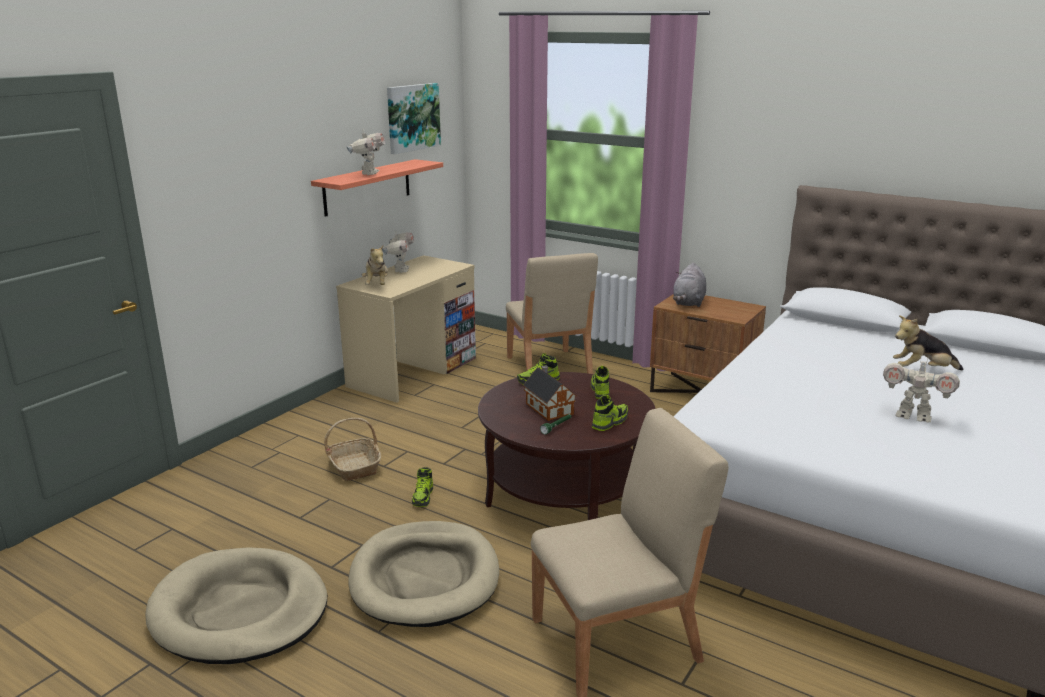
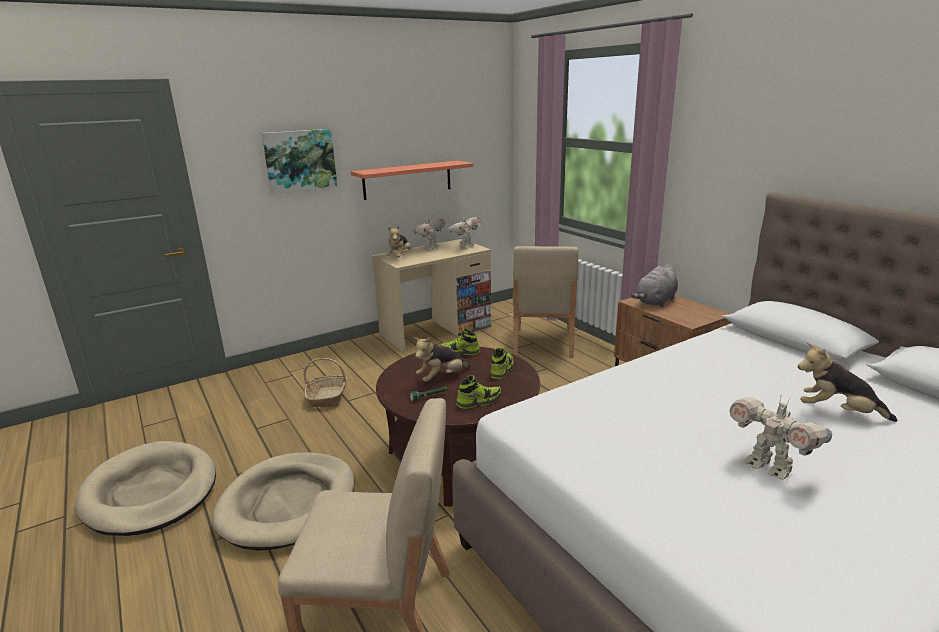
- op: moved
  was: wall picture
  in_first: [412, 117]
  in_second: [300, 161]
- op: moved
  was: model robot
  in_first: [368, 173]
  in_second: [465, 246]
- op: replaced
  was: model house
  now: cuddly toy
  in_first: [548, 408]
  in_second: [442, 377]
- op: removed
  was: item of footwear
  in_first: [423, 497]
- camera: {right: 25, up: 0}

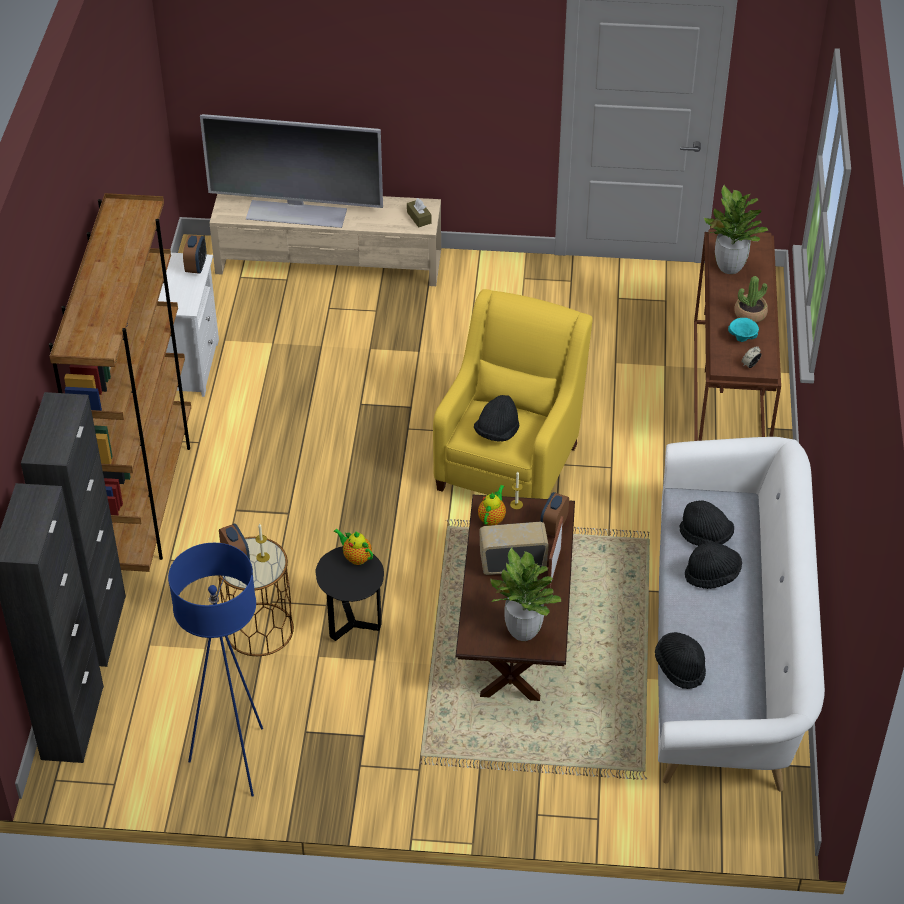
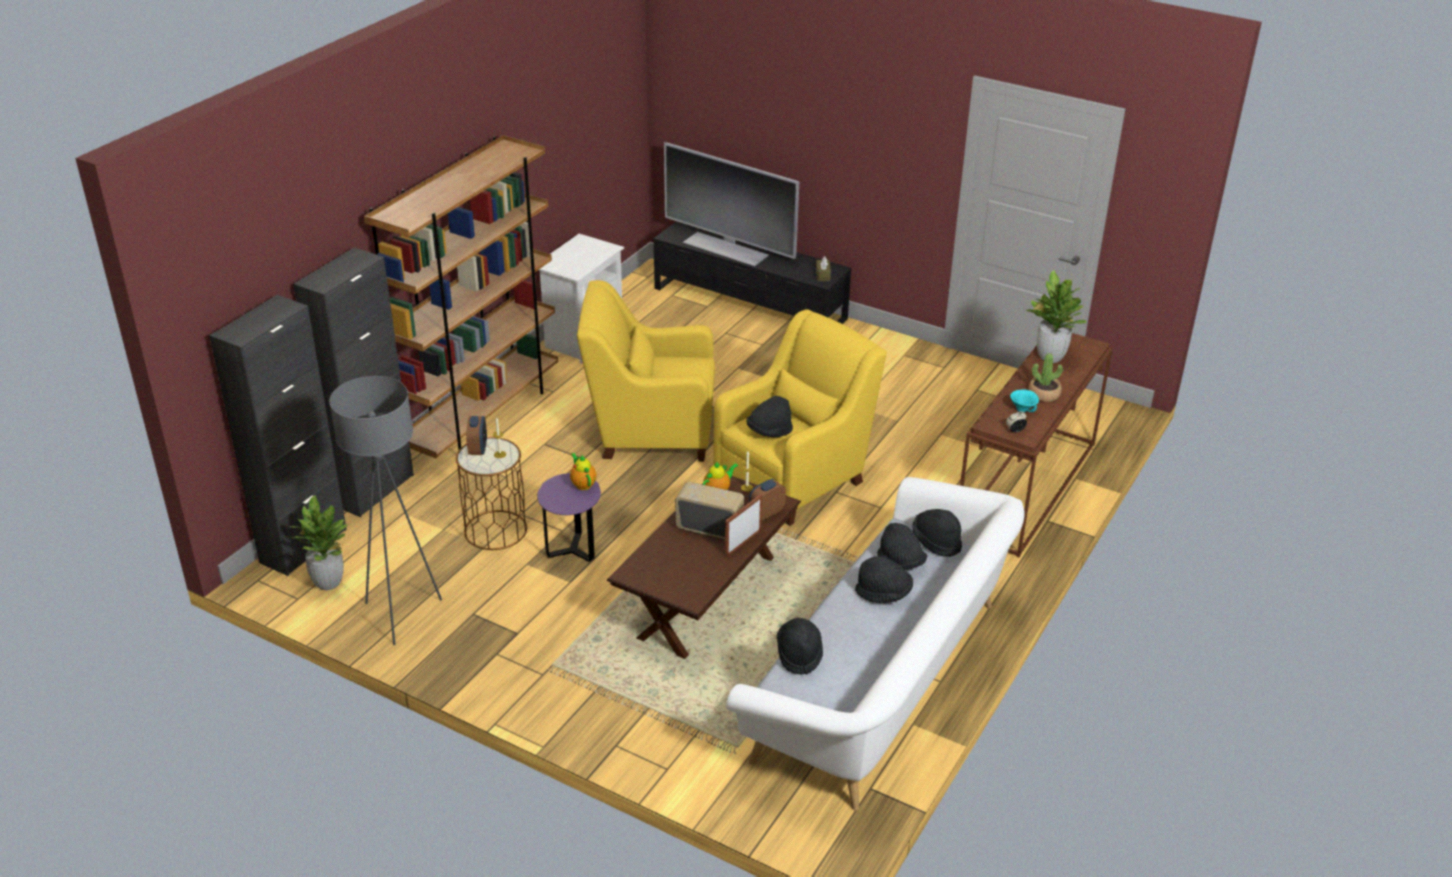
- op: recoloured
  was: beige media console
  now: black-coloured media console
  in_first: [330, 262]
  in_second: [750, 304]
- op: removed
  was: bedside clock
  in_first: [196, 267]
- op: recoloured
  was: blue-coloured standard lamp
  now: greyish standard lamp
  in_first: [235, 760]
  in_second: [402, 615]
- op: recoloured
  was: black-coloured accent table
  now: purplish accent table
  in_first: [352, 624]
  in_second: [572, 550]
- op: moved
  was: plant in a pot
  in_first: [523, 631]
  in_second: [328, 582]
- op: added
  now: yellow armchair
  in_second: [649, 430]
- op: added
  now: black-coloured wearable hat
  in_second: [936, 542]
- camera: {right: 25, up: -10}

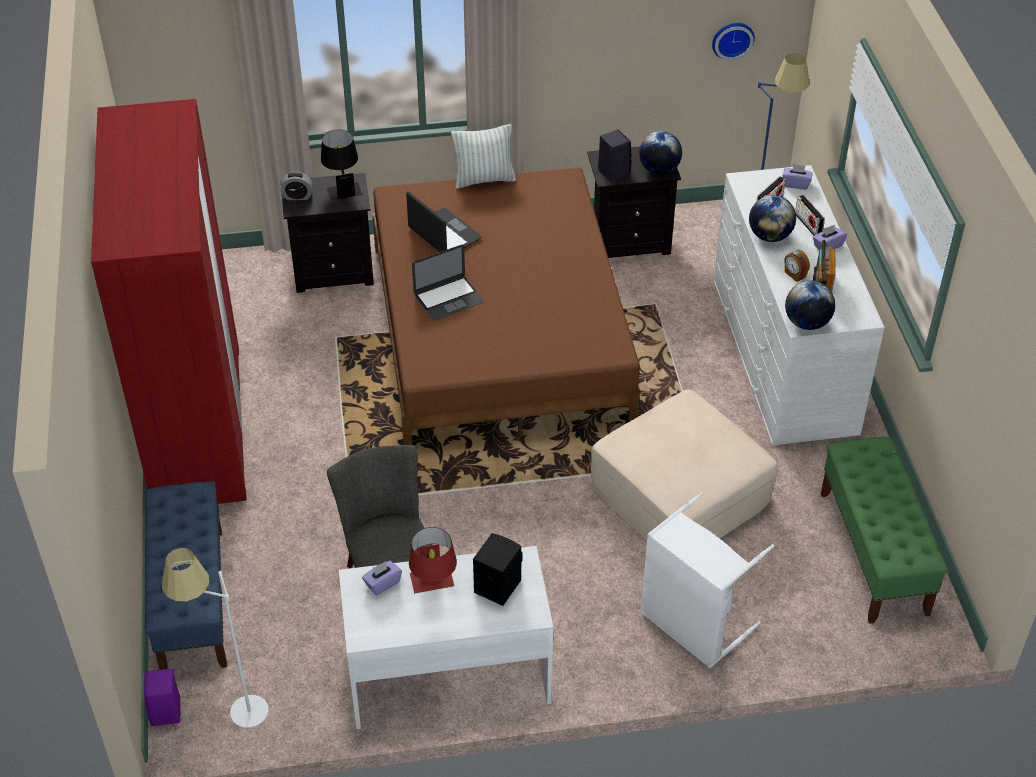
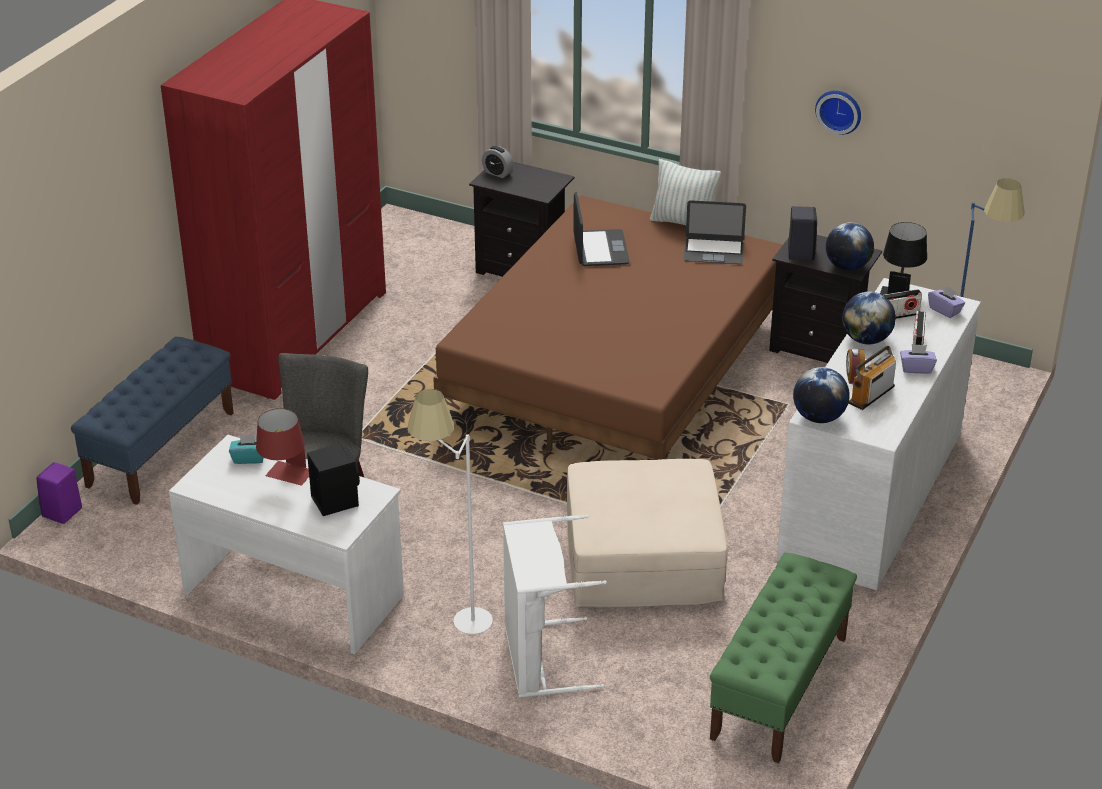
- op: moved
  was: clock on the wall
  in_first: [732, 39]
  in_second: [839, 110]
- op: moved
  was: black-coloured lamp for a table
  in_first: [342, 187]
  in_second: [900, 291]
- op: moved
  was: notebook computer
  in_first: [448, 298]
  in_second: [713, 251]
- op: moved
  was: white-coloured standard lamp
  in_first: [234, 720]
  in_second: [454, 621]
- op: recoloured
  was: purplish tissue box
  now: blue-green tissue box
  in_first: [382, 583]
  in_second: [249, 458]
- camera: {right: 35, up: -10}

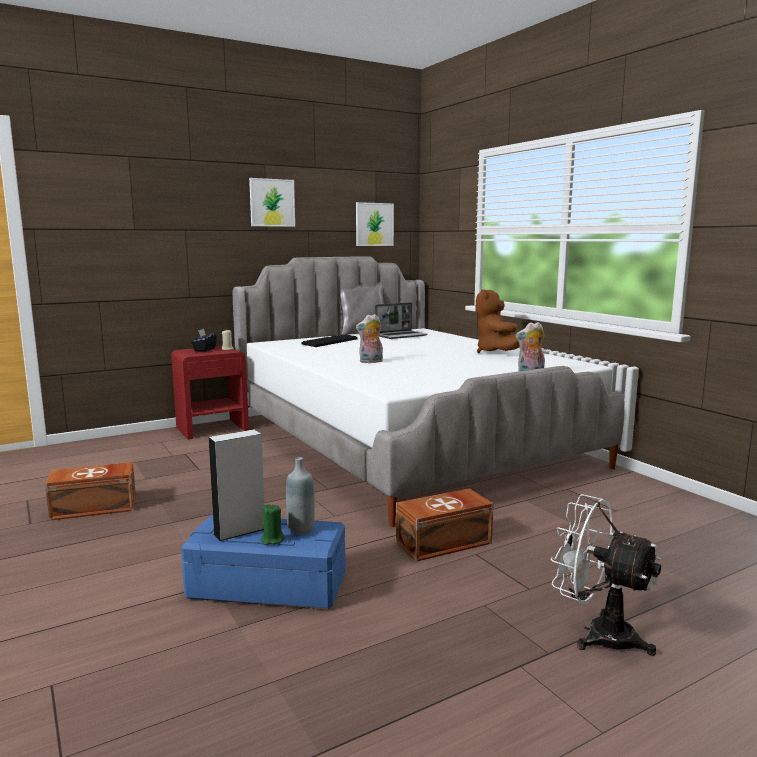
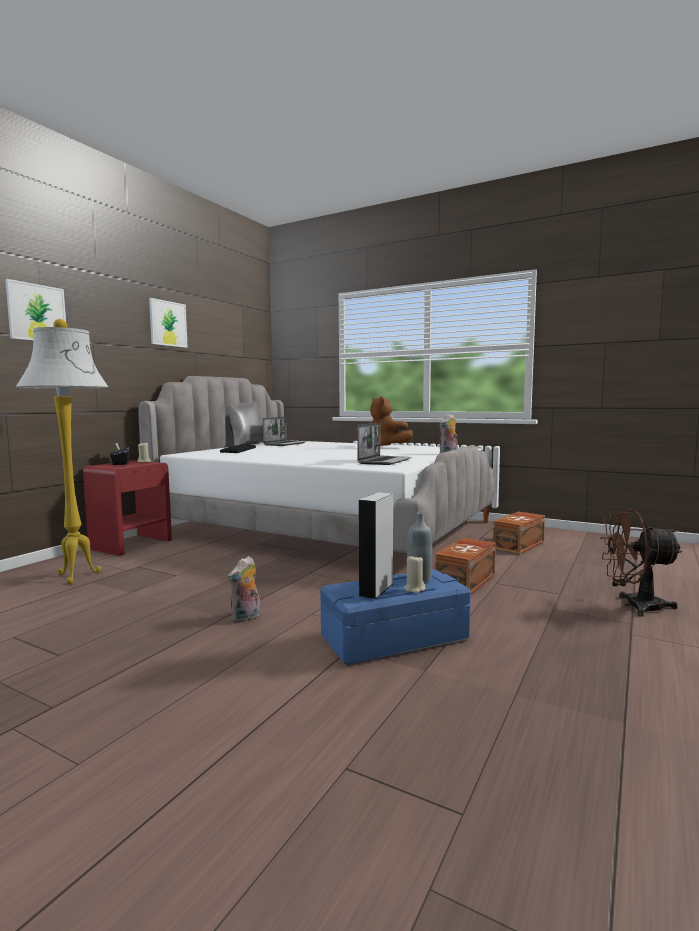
- op: moved
  was: wall picture
  in_first: [374, 224]
  in_second: [37, 313]
- op: moved
  was: cuddly toy
  in_first: [371, 362]
  in_second: [246, 618]
- op: moved
  was: brown-coloured storage bin
  in_first: [95, 508]
  in_second: [519, 545]
- op: recoloured
  was: white-coloured electric fan
  now: brown-coloured electric fan
  in_first: [598, 633]
  in_second: [634, 606]
- op: recoloured
  was: green wax light
  now: beige wax light
  in_first: [272, 540]
  in_second: [414, 589]
- op: added
  now: white-coloured standard lamp
  in_second: [78, 576]
- op: added
  now: notebook computer
  in_second: [384, 461]
- camera: {right: -30, up: -5}

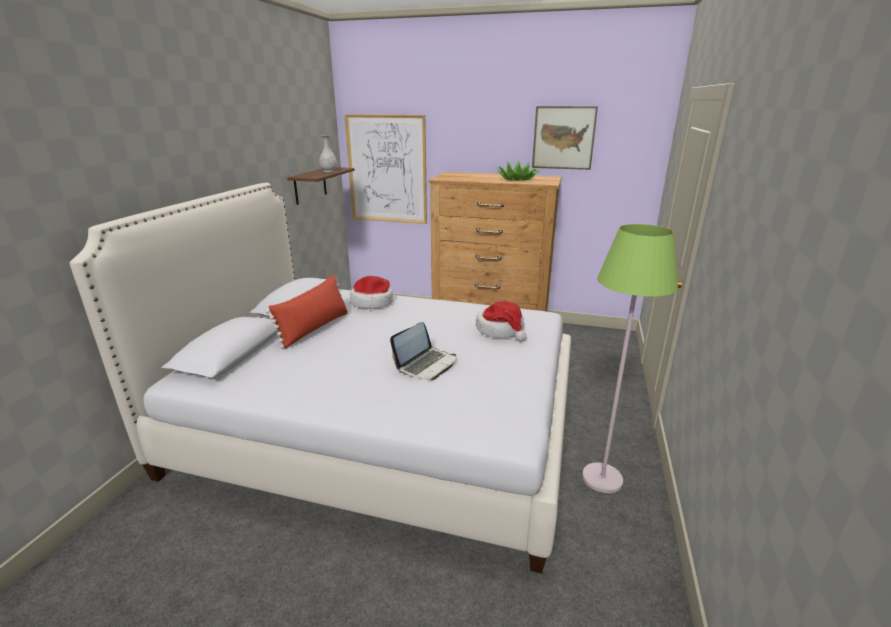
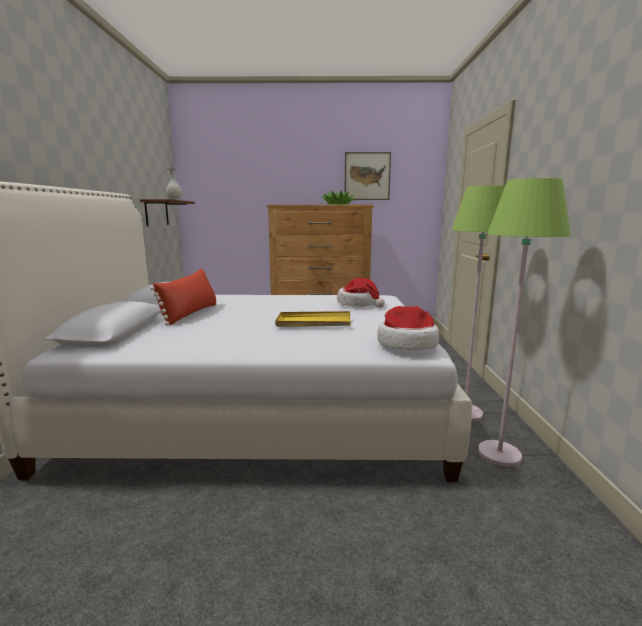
- op: removed
  was: wall picture
  in_first: [387, 170]
- op: moved
  was: wearable hat
  in_first: [372, 302]
  in_second: [406, 343]
- op: replaced
  was: notebook computer
  now: yellow serving tray
  in_first: [426, 364]
  in_second: [313, 322]
- op: added
  now: green standard lamp
  in_second: [499, 454]
- camera: {right: -15, up: -10}

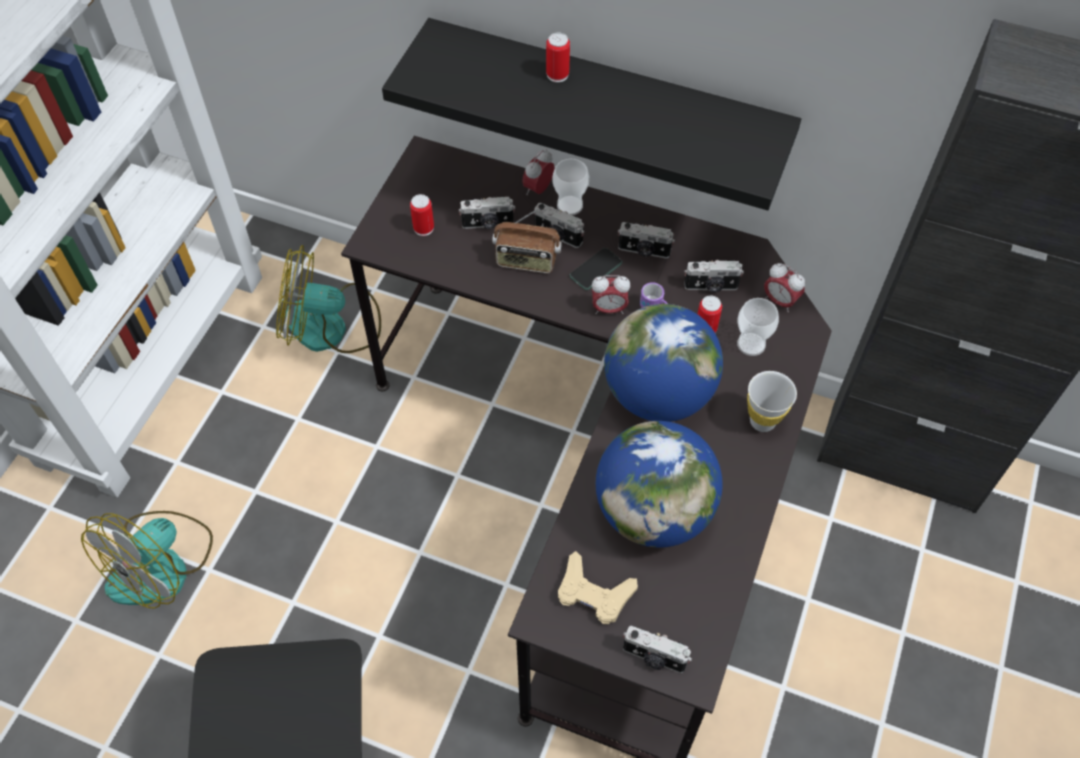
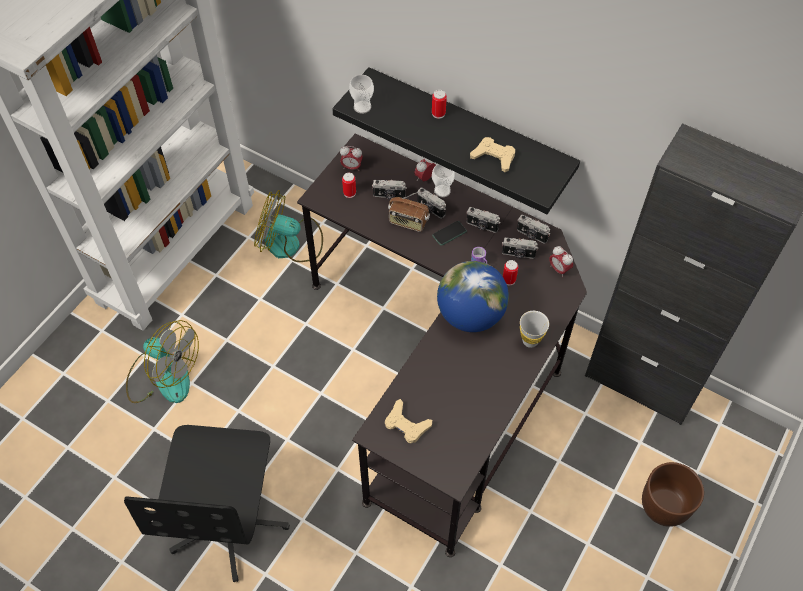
- op: moved
  was: bedside clock
  in_first: [609, 309]
  in_second: [351, 167]
- op: moved
  was: drinking cup
  in_first: [751, 344]
  in_second: [362, 107]
- op: removed
  was: desk globe
  in_first: [653, 511]
- op: turned
  was: electric fan
  in_first: [162, 565]
  in_second: [163, 375]
  clockwise: -105
- op: moved
  was: still camera
  in_first: [654, 658]
  in_second: [531, 235]
- op: added
  now: beige joypad
  in_second: [494, 157]
- op: added
  now: brown-coloured flower pot
  in_second: [664, 506]
- camera: {right: 10, up: 0}

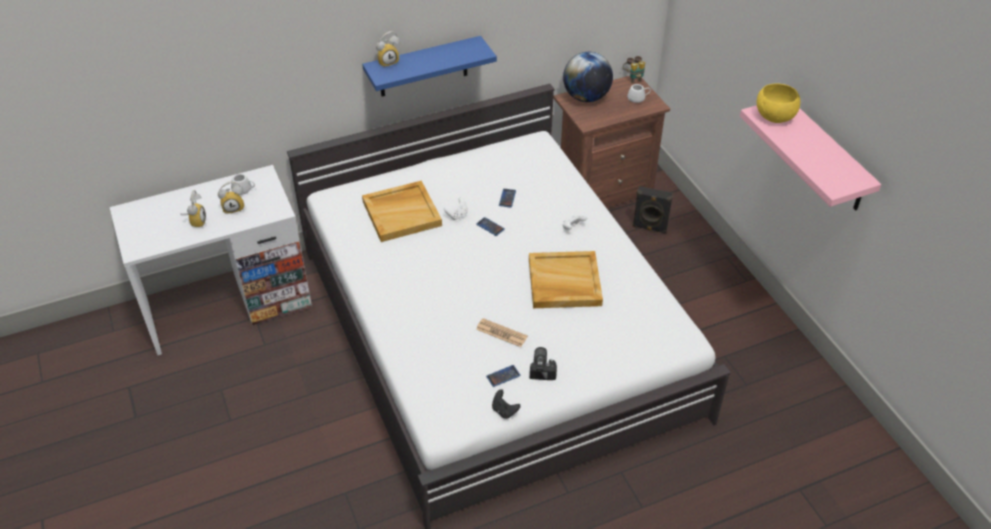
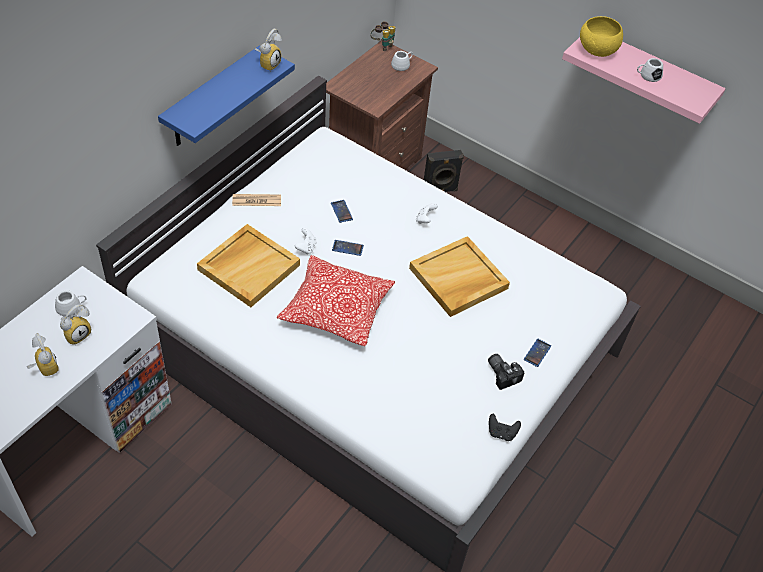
- op: moved
  was: bedside clock
  in_first: [388, 62]
  in_second: [268, 64]
- op: removed
  was: desk globe
  in_first: [586, 97]
- op: moved
  was: printed paper
  in_first: [501, 333]
  in_second: [256, 200]
- op: moved
  was: telephone
  in_first: [503, 376]
  in_second: [537, 353]
- op: added
  now: white-coloured tea mug
  in_second: [647, 76]
- op: added
  now: cushion
  in_second: [336, 309]
- camera: {right: -35, up: 5}

